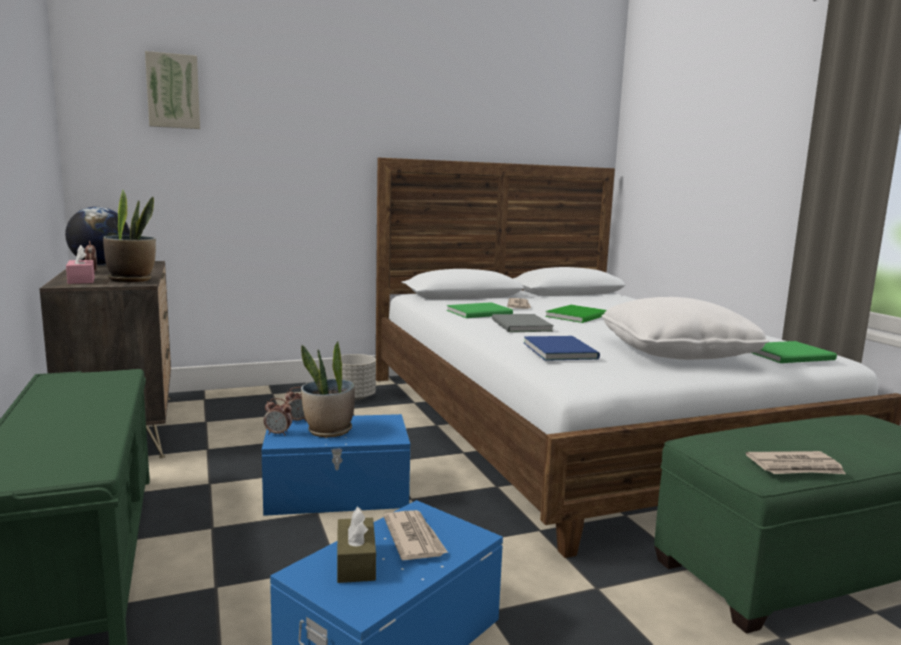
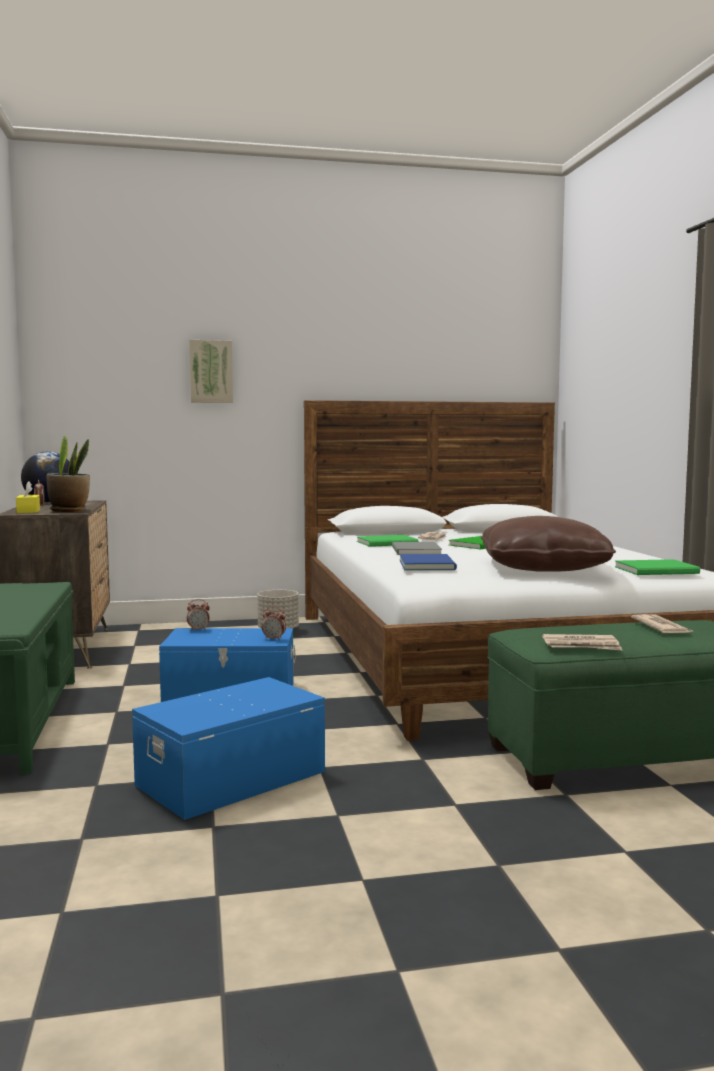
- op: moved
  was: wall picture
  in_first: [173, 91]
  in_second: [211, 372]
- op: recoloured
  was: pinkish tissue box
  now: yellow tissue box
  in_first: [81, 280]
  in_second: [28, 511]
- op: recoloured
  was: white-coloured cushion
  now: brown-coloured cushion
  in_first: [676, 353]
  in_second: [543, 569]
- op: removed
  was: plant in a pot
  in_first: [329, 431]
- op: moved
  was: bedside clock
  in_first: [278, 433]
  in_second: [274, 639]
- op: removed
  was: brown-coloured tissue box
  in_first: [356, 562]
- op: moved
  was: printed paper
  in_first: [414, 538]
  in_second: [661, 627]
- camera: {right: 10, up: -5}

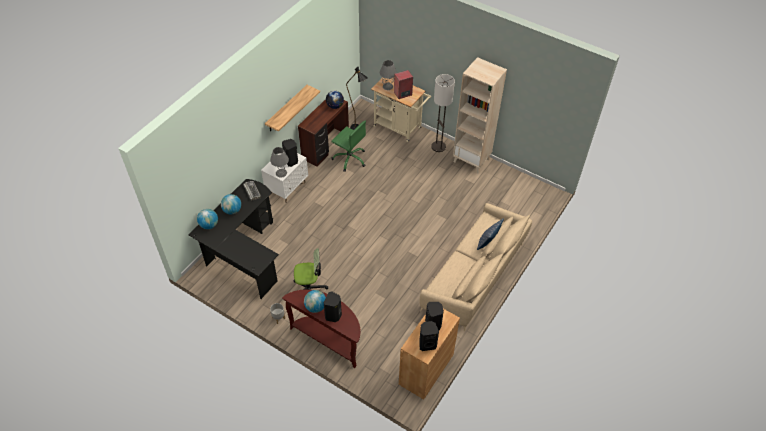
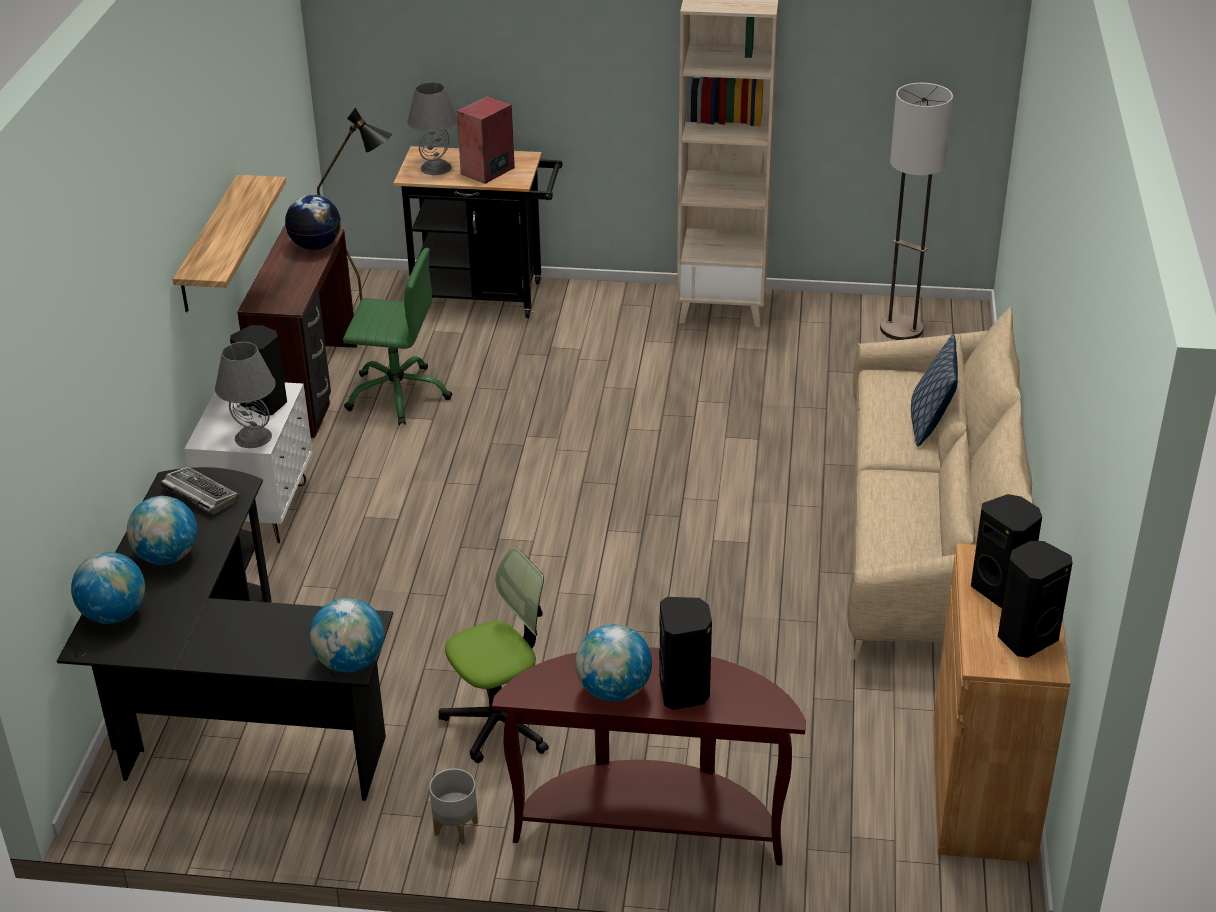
- op: moved
  was: standard lamp
  in_first: [438, 147]
  in_second: [902, 329]
- op: recoloured
  was: beige wheeled cart
  now: black-coloured wheeled cart
  in_first: [400, 128]
  in_second: [486, 296]
- op: added
  now: desk globe
  in_second: [350, 662]
- camera: {right: -25, up: -15}

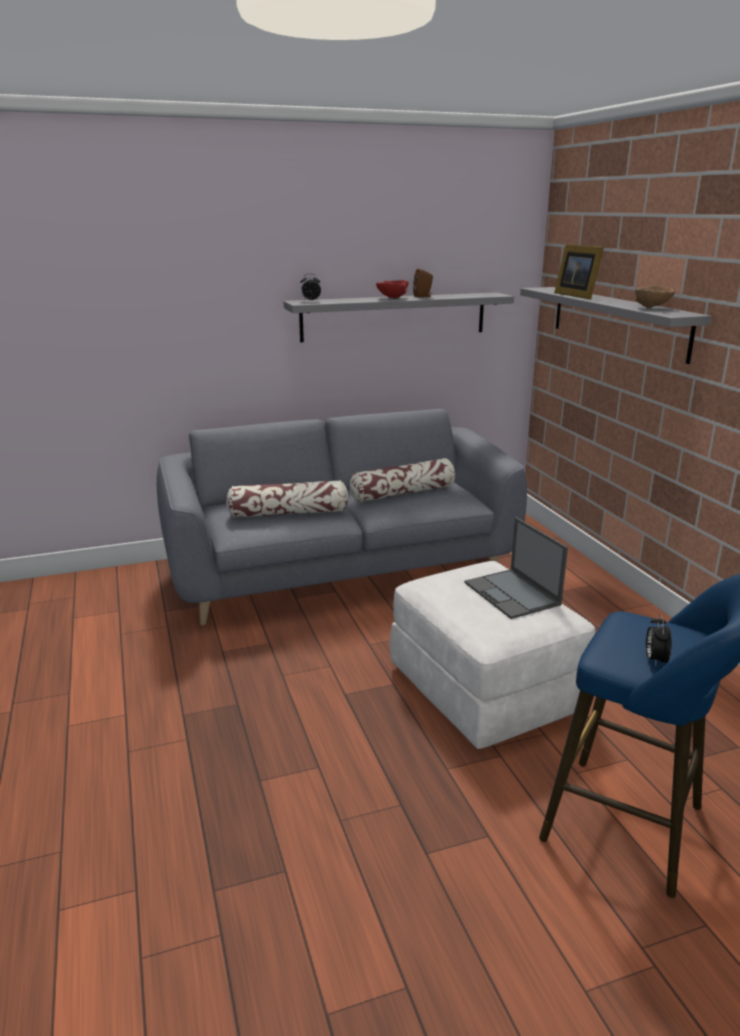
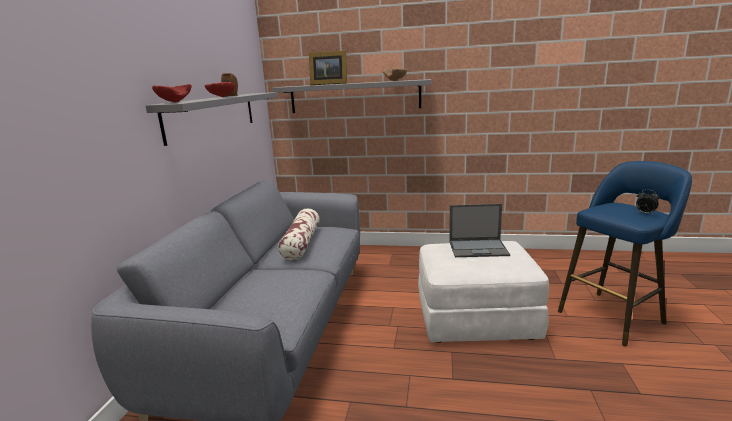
- op: replaced
  was: bedside clock
  now: red-coloured bowl
  in_first: [310, 301]
  in_second: [174, 102]
- op: removed
  was: cushion
  in_first: [288, 513]
- camera: {right: -60, up: -5}

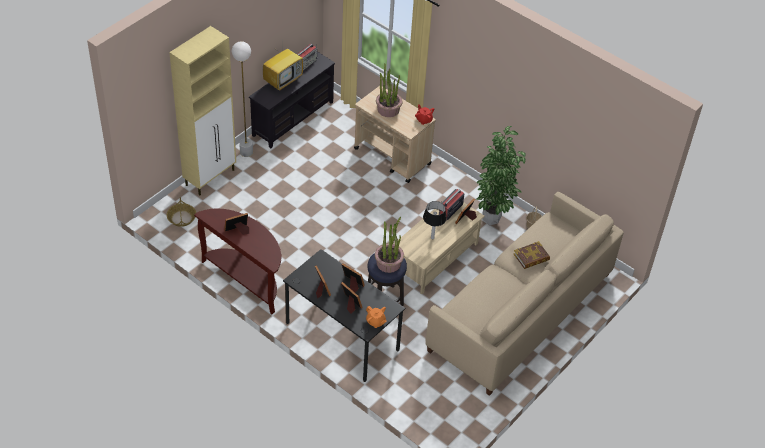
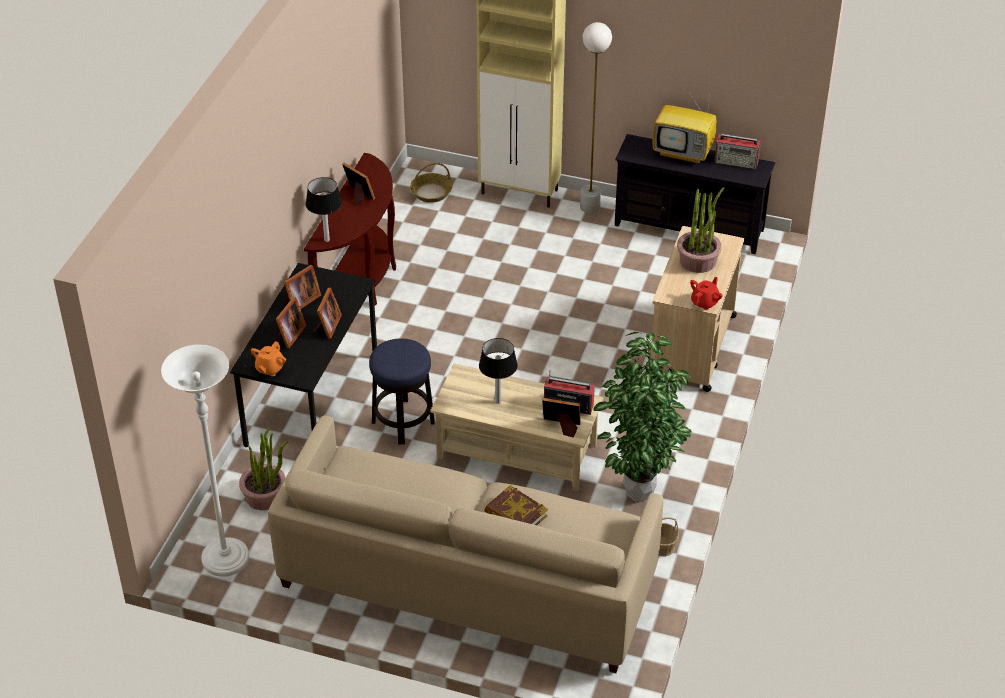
- op: moved
  was: plant in a pot
  in_first: [388, 263]
  in_second: [265, 495]
- op: added
  now: lamp for a table
  in_second: [326, 240]
- op: added
  now: white-coloured standard lamp
  in_second: [225, 559]
- camera: {right: 70, up: -5}

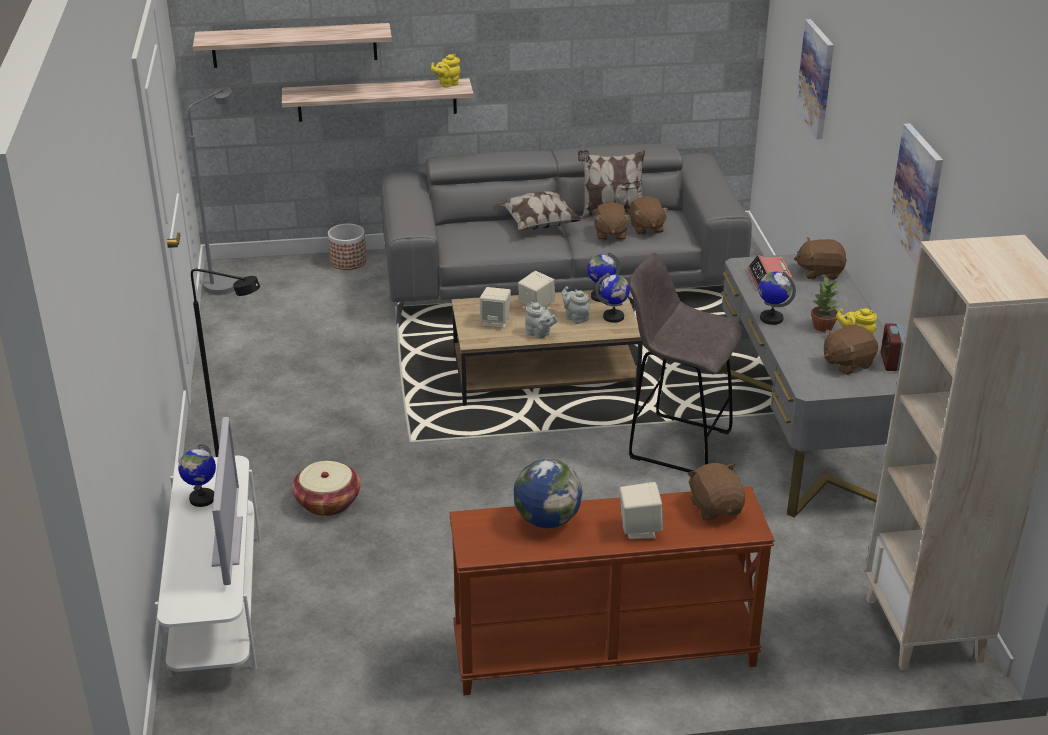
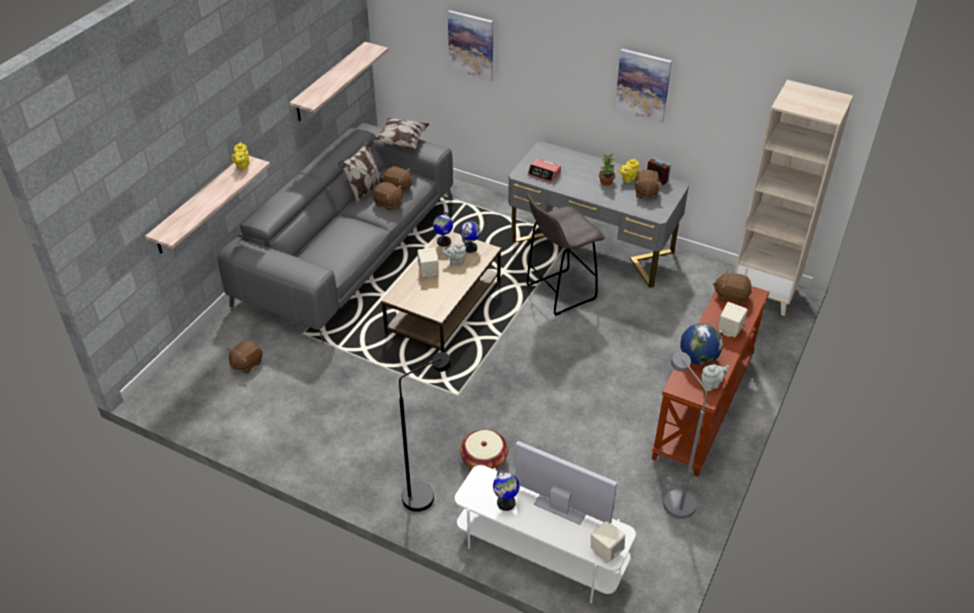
- op: moved
  was: wall shelf
  in_first: [294, 45]
  in_second: [330, 82]
- op: moved
  was: greyish standard lamp
  in_first: [227, 281]
  in_second: [673, 498]
- op: moved
  was: cushion
  in_first: [537, 224]
  in_second: [400, 142]
- op: removed
  was: flower pot
  in_first: [348, 261]
- op: moved
  was: brown-coloured cuddly toy
  in_first: [819, 272]
  in_second: [246, 364]
- op: removed
  was: desk globe
  in_first: [771, 318]
- op: moved
  was: beige loudspeaker
  in_first: [496, 321]
  in_second: [606, 551]
- op: moved
  was: greyish tea pot
  in_first: [539, 334]
  in_second: [711, 384]
- camera: {right: -55, up: 10}

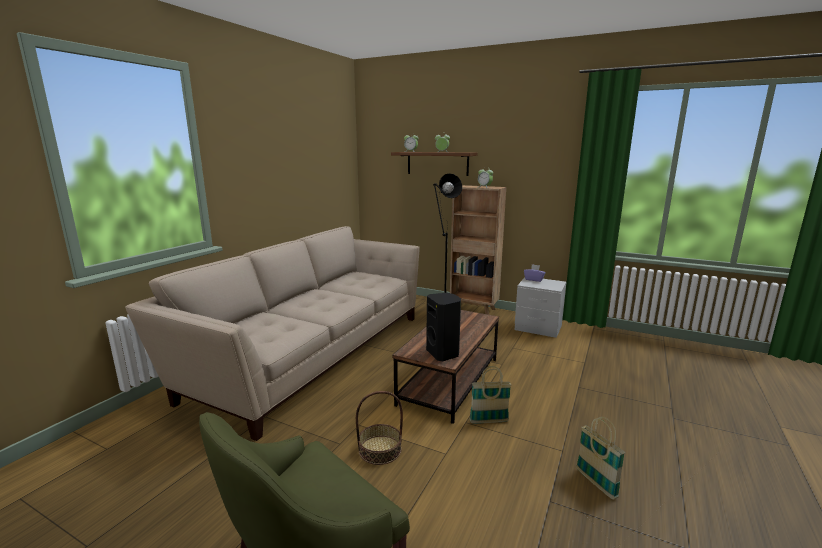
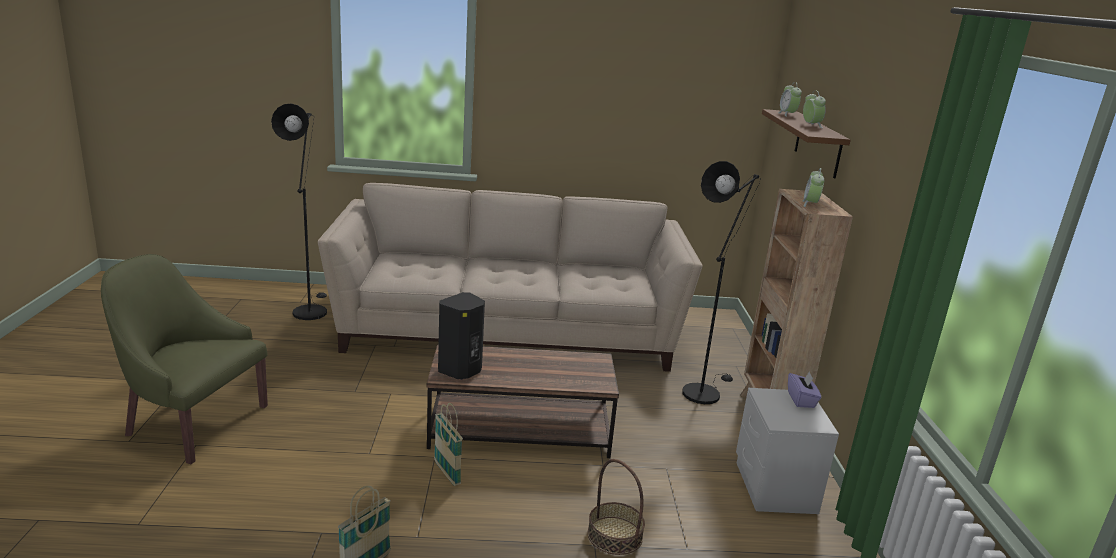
- op: moved
  was: storage basket
  in_first: [380, 450]
  in_second: [614, 535]
- op: added
  now: black-coloured standard lamp
  in_second: [310, 310]
- camera: {right: 60, up: 5}

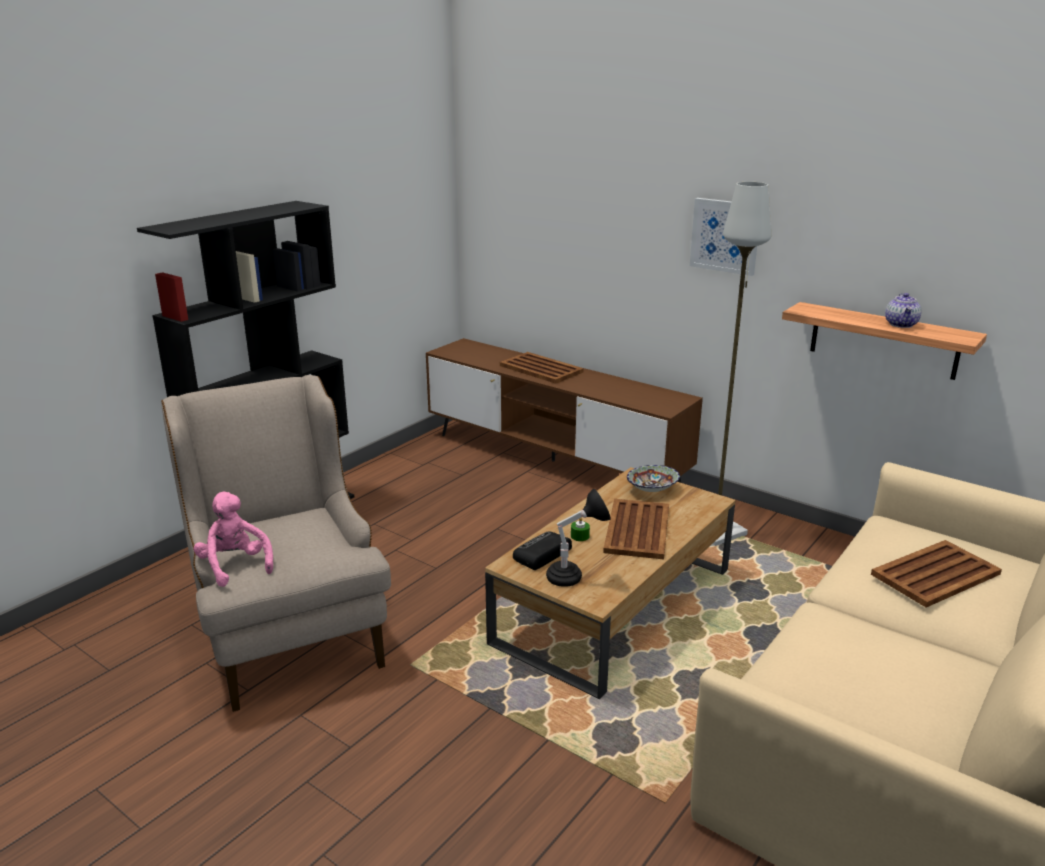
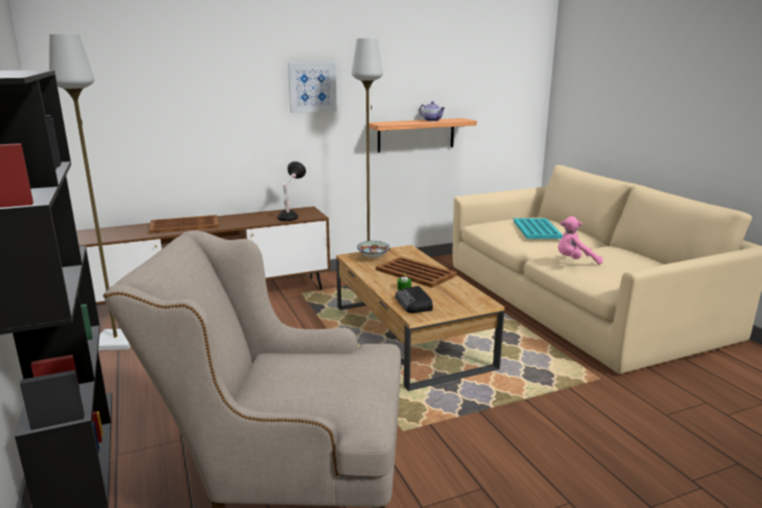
- op: moved
  was: black-coloured lamp for a table
  in_first: [574, 577]
  in_second: [291, 217]
- op: moved
  was: pinkish cuddly toy
  in_first: [235, 566]
  in_second: [575, 261]
- op: recoloured
  was: brown-coloured serving tray
  now: blue-green serving tray
  in_first: [936, 574]
  in_second: [536, 229]
- op: added
  now: greyish standard lamp
  in_second: [115, 341]
- camera: {right: -60, up: -5}

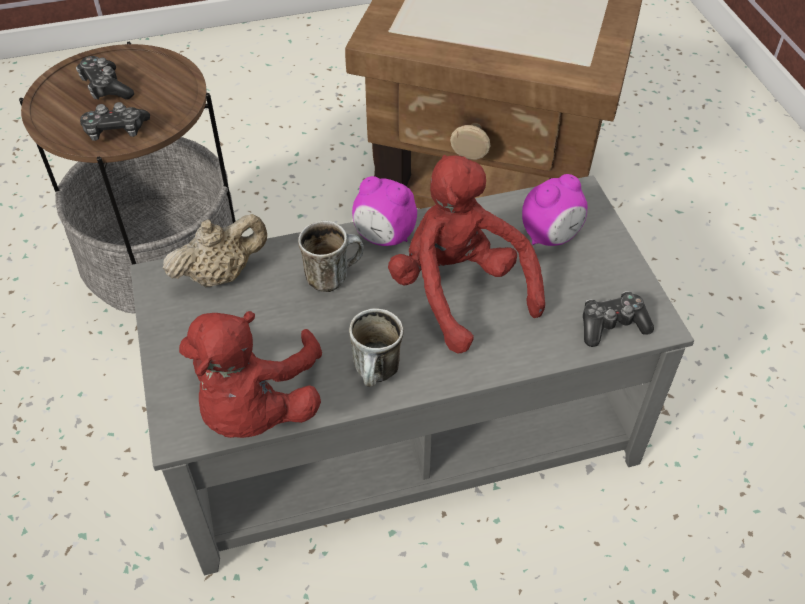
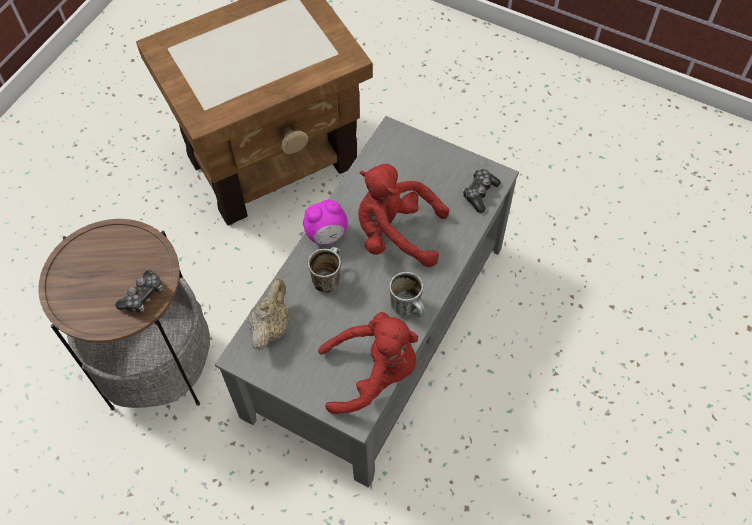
- op: removed
  was: joypad
  in_first: [106, 87]
- op: removed
  was: bedside clock
  in_first: [551, 236]
- op: turned
  was: red-coloured cuddly toy
  in_first: [254, 405]
  in_second: [373, 373]
  clockwise: -60
- camera: {right: -45, up: 10}

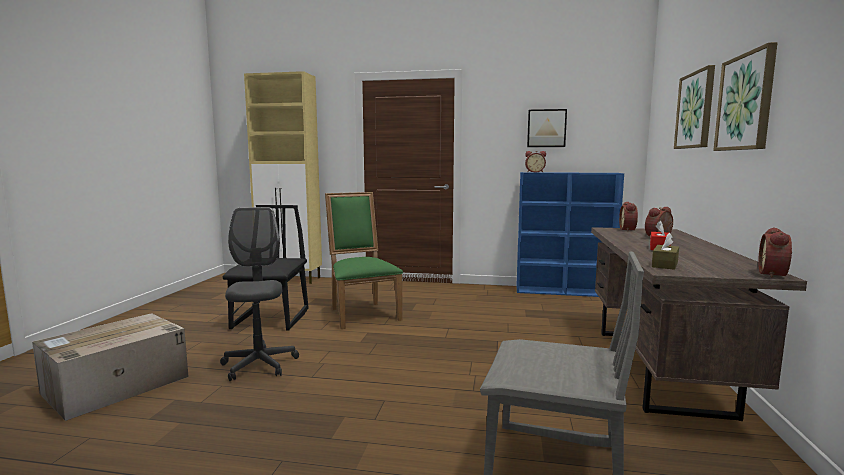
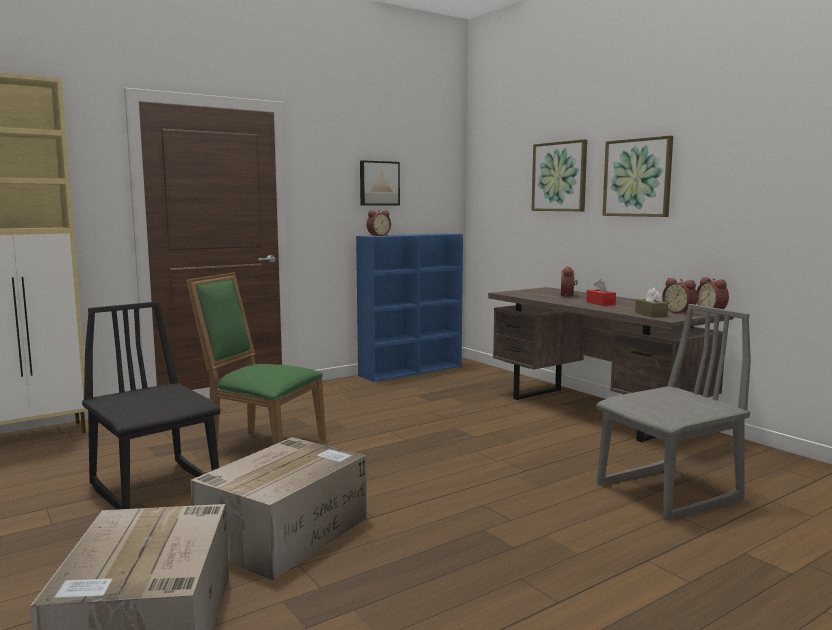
- op: moved
  was: bedside clock
  in_first: [629, 230]
  in_second: [679, 312]
- op: replaced
  was: greyish desk chair
  now: packing box
  in_first: [259, 365]
  in_second: [285, 532]
- camera: {right: -45, up: 0}

